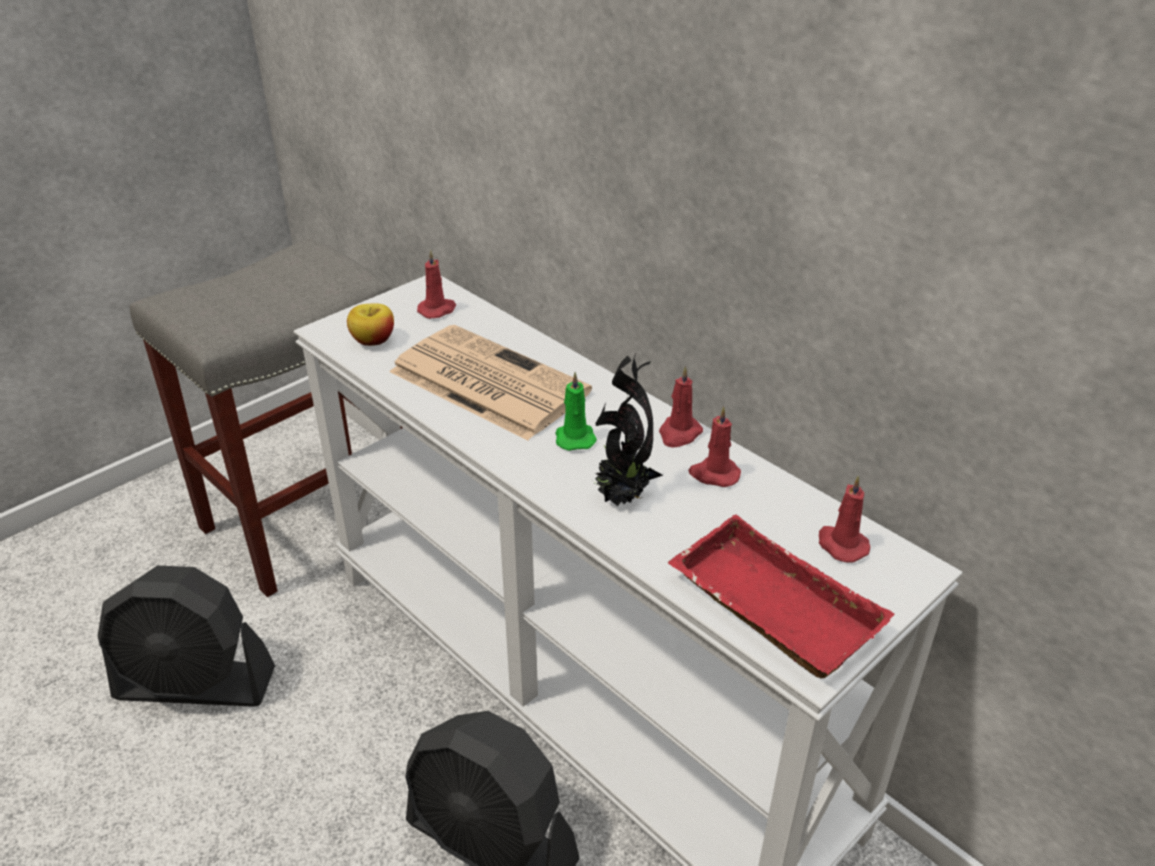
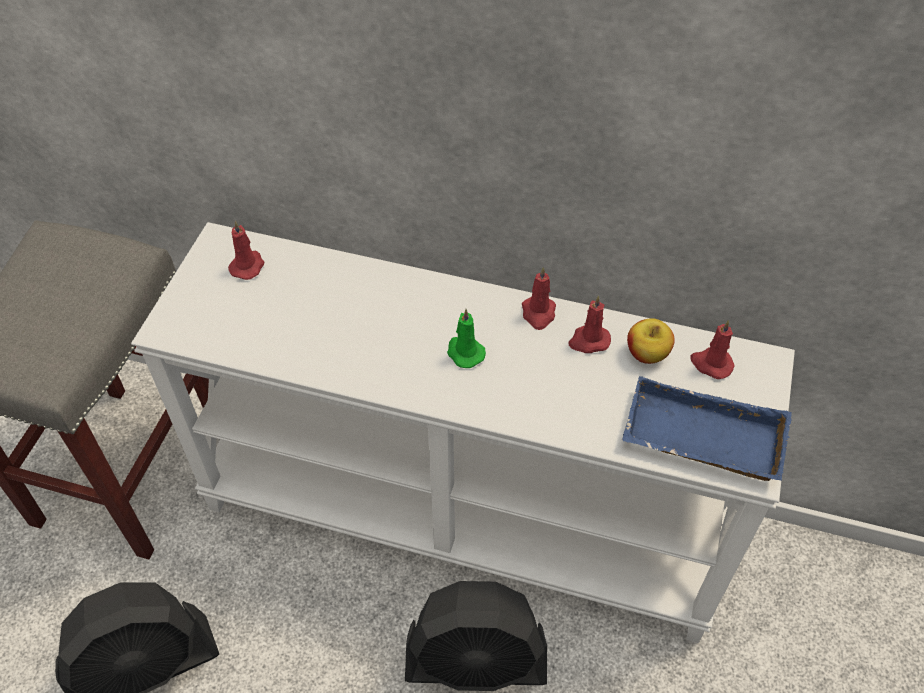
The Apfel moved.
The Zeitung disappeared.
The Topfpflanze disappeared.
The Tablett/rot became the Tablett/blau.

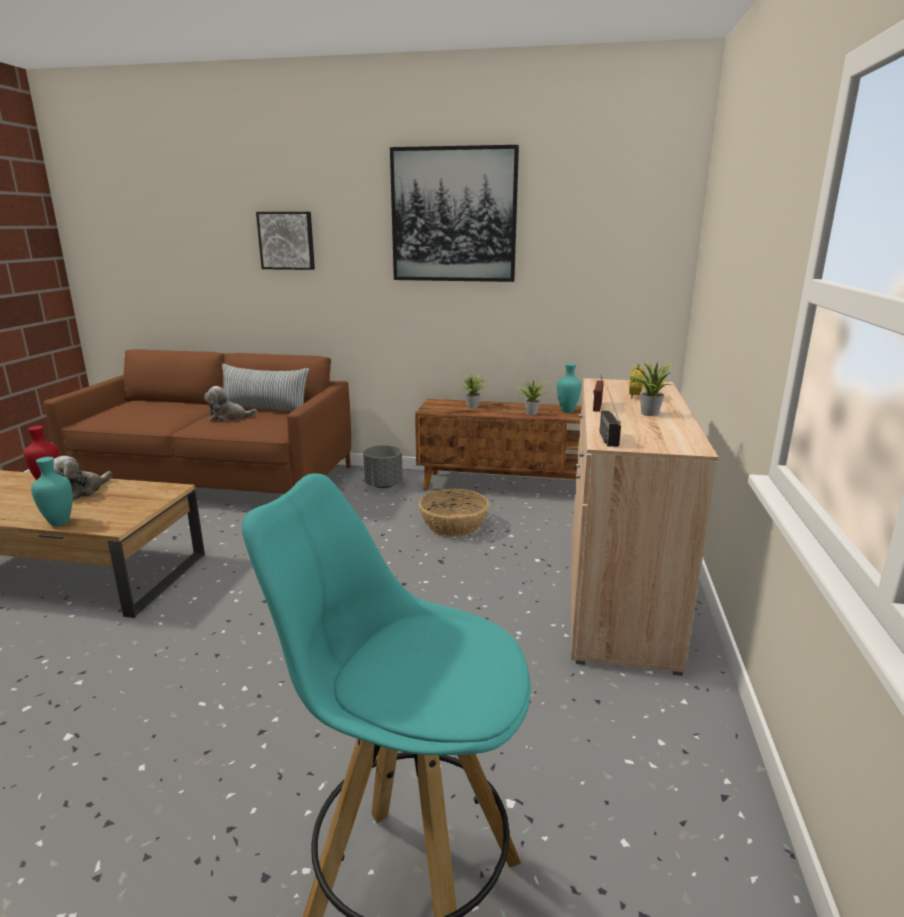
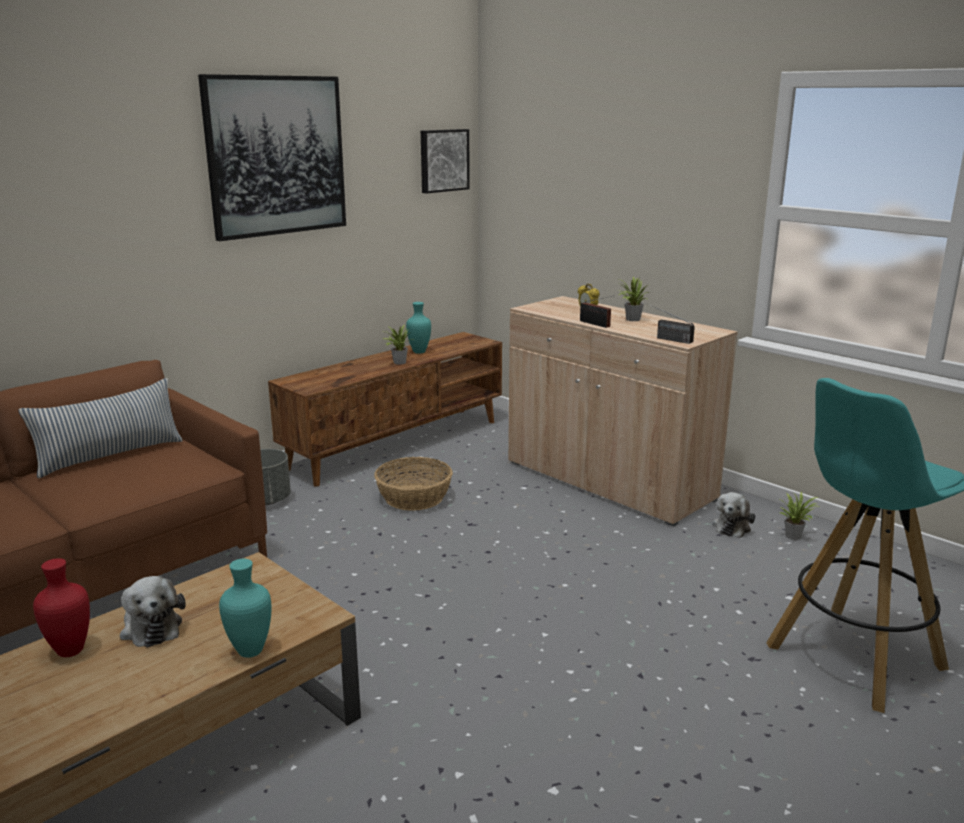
The Bild (1st from left in the first image) moved.
The Topfpflanze (1st from left in the first image) moved.
The Plüschtier (2nd from left) moved.

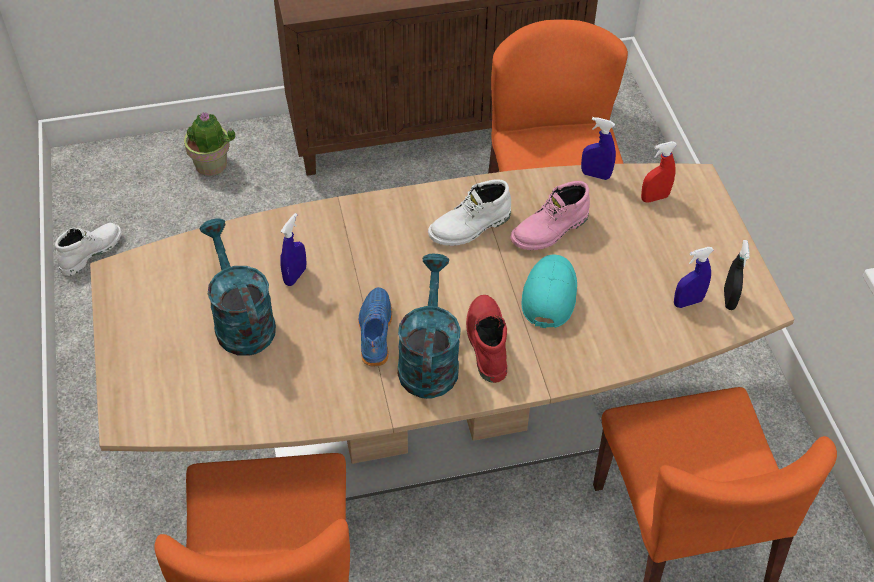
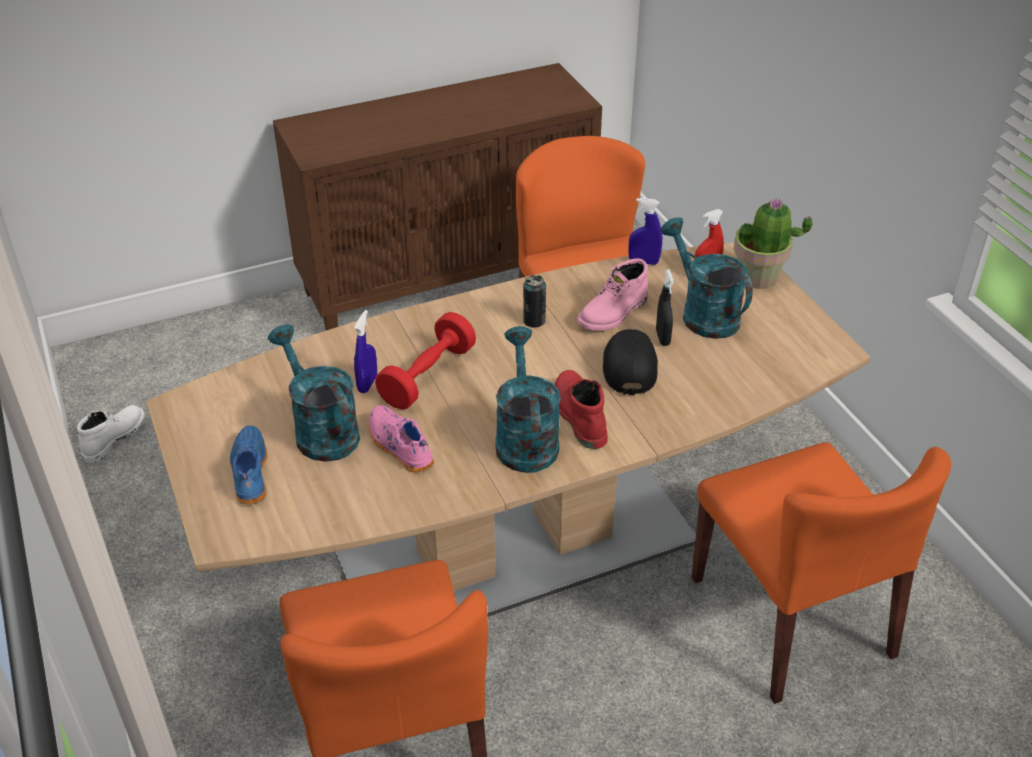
The Topfpflanze moved.
The Stiefel/weiß (2nd from left) was replaced by the Dose.
The Sprühflasche/schwarz moved.
The Sprühflasche/blau (3rd from left) disappeared.
The Kappe/türkis became the Kappe/schwarz.
The Schuh/blau moved.
The Gießkanne/türkis (3rd from left) appeared.
The Hantel/rot appeared.
The Schuh/rosa appeared.

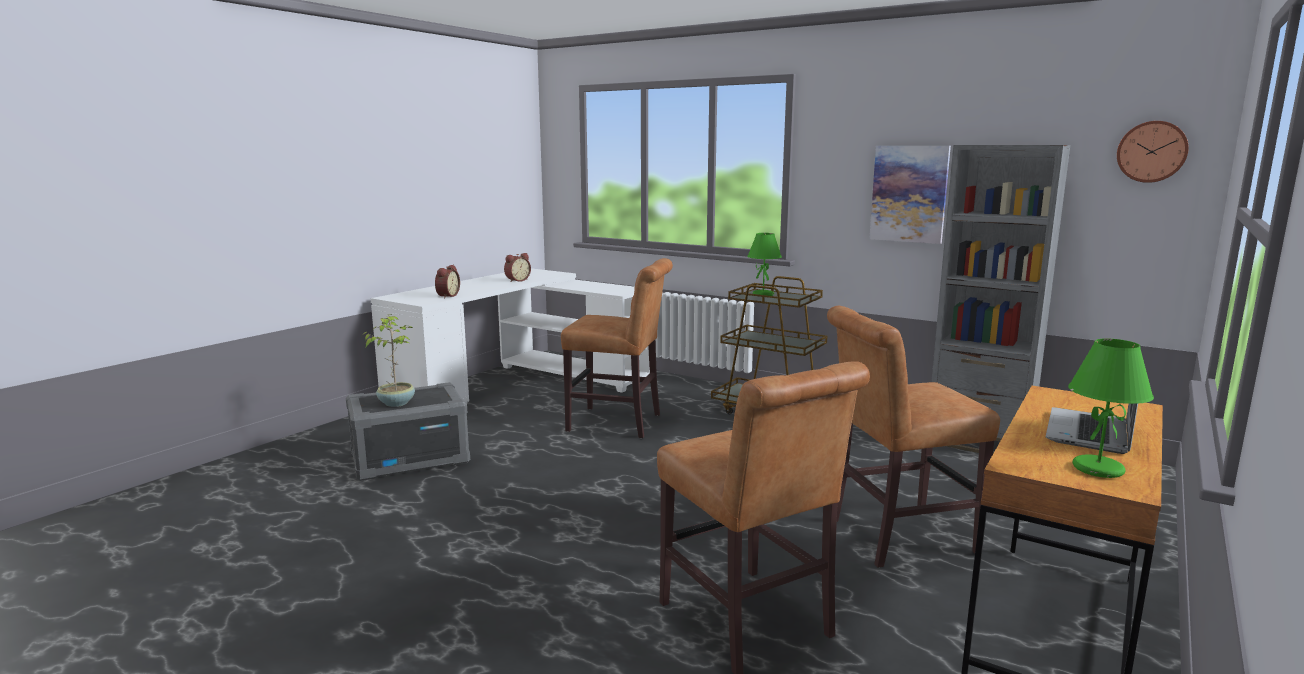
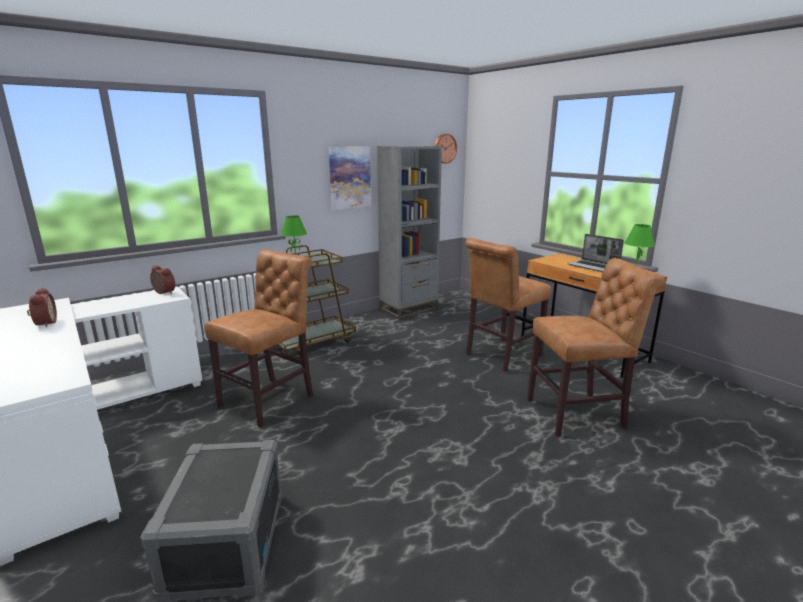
The Wecker (1st from left in the first image) moved.
The Stuhl/braun (3rd from left in the first image) turned 45 degrees clockwise.
The Topfpflanze disappeared.

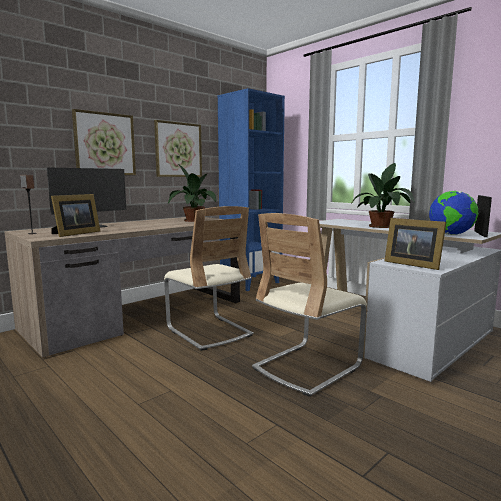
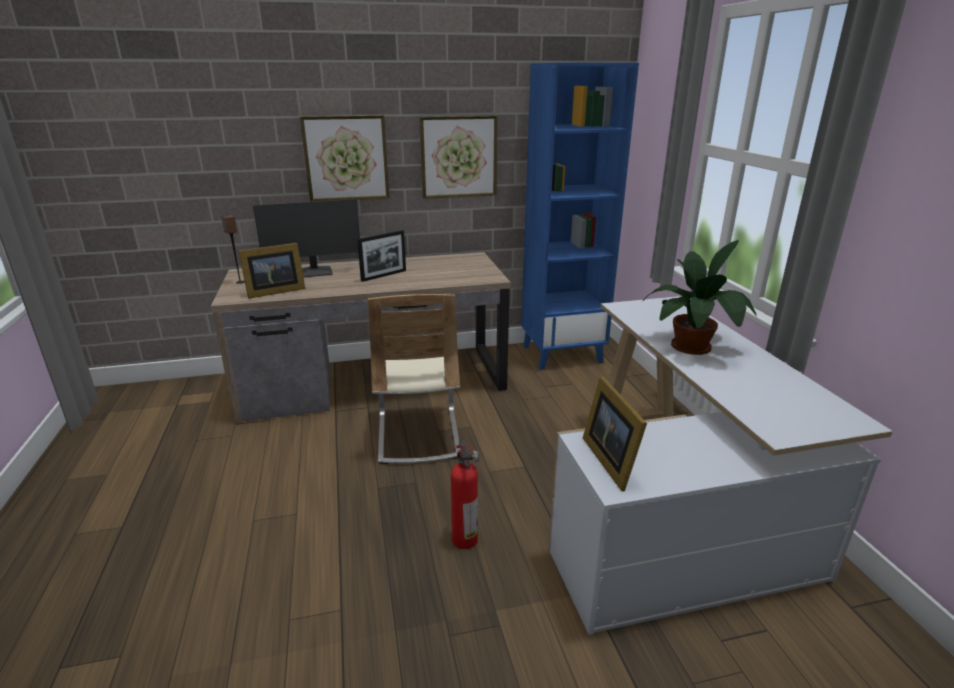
The Topfpflanze (1st from left) disappeared.
The Globus disappeared.
The Bilderrahmen (3rd from left in the first image) moved.
The Stuhl/beige (2nd from left) was replaced by the Feuerlöscher.

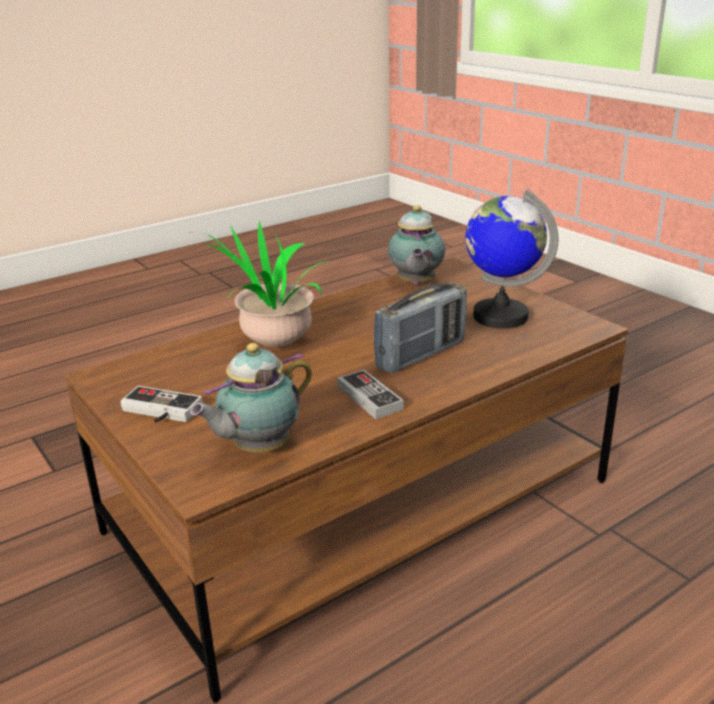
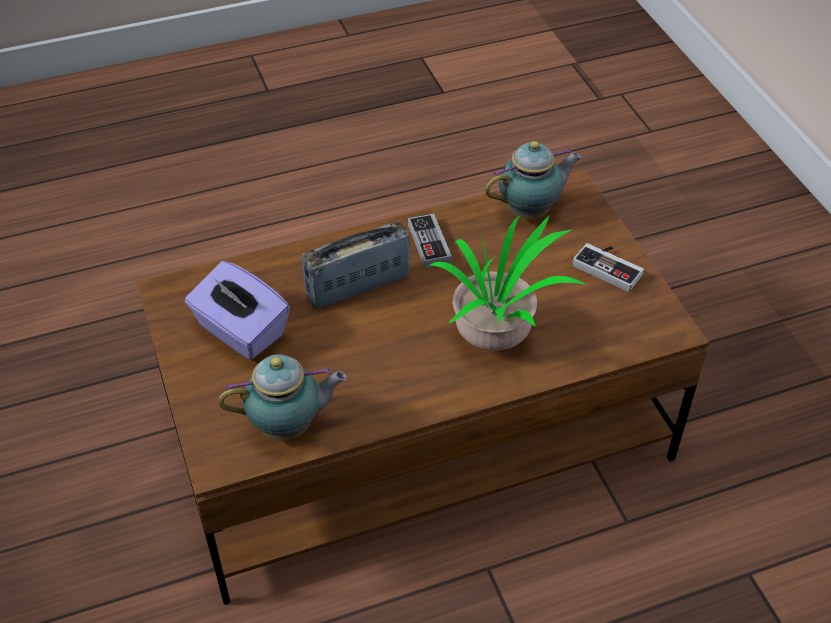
The Globus was replaced by the Taschentuchbox/lila.
The Teekanne (2nd from left in the first image) turned 60 degrees clockwise.

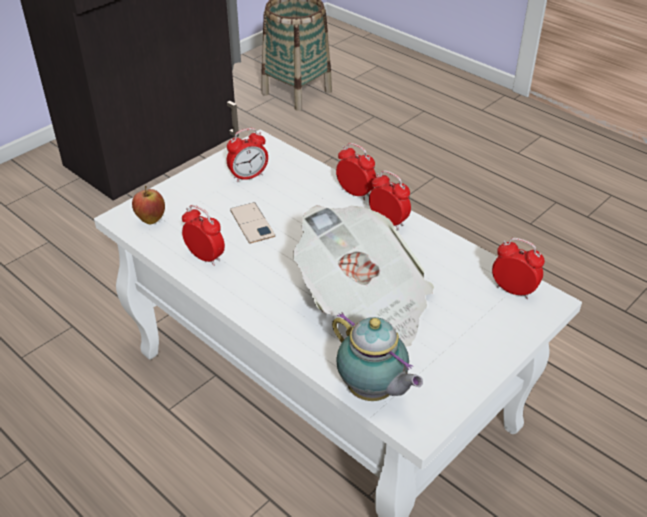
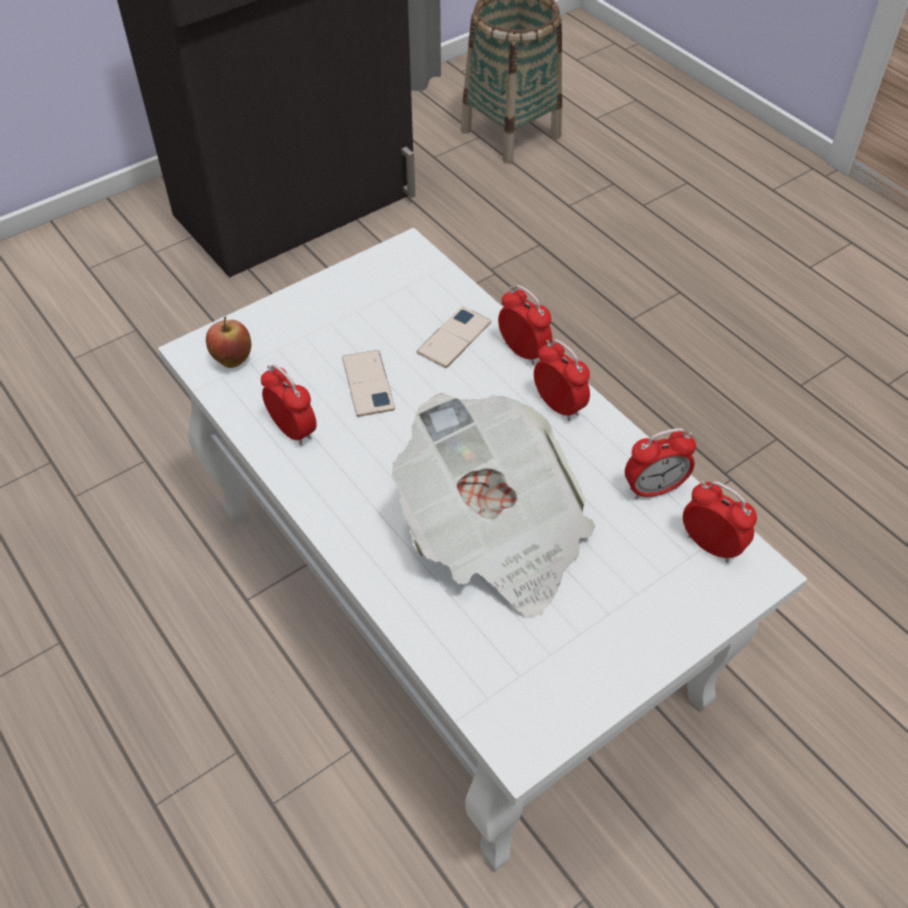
The Wecker (2nd from left in the first image) moved.
The Teekanne disappeared.
The Handy (2nd from left) appeared.

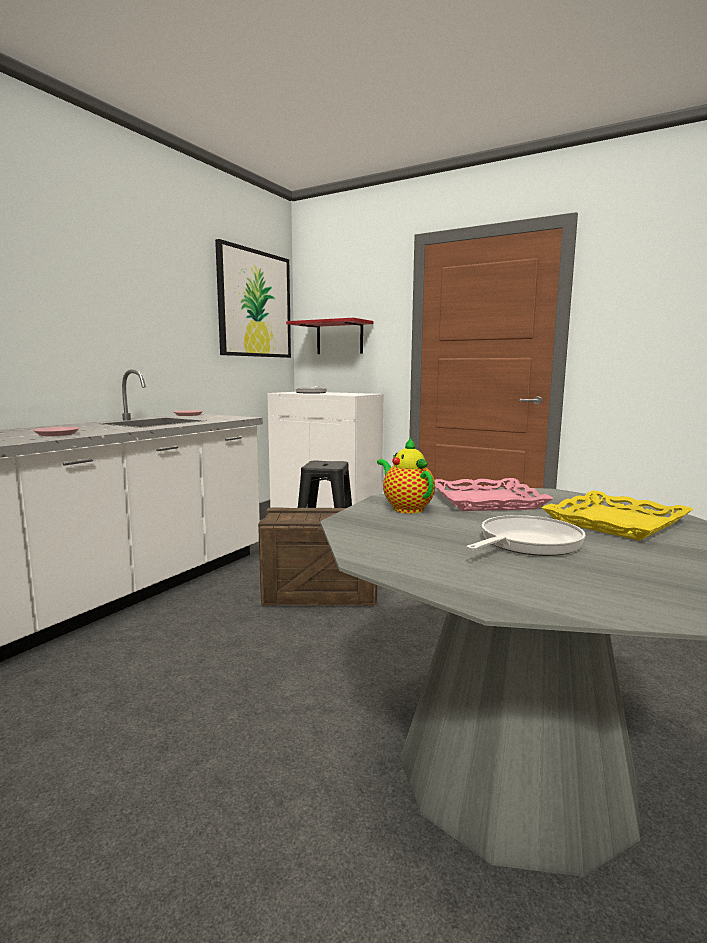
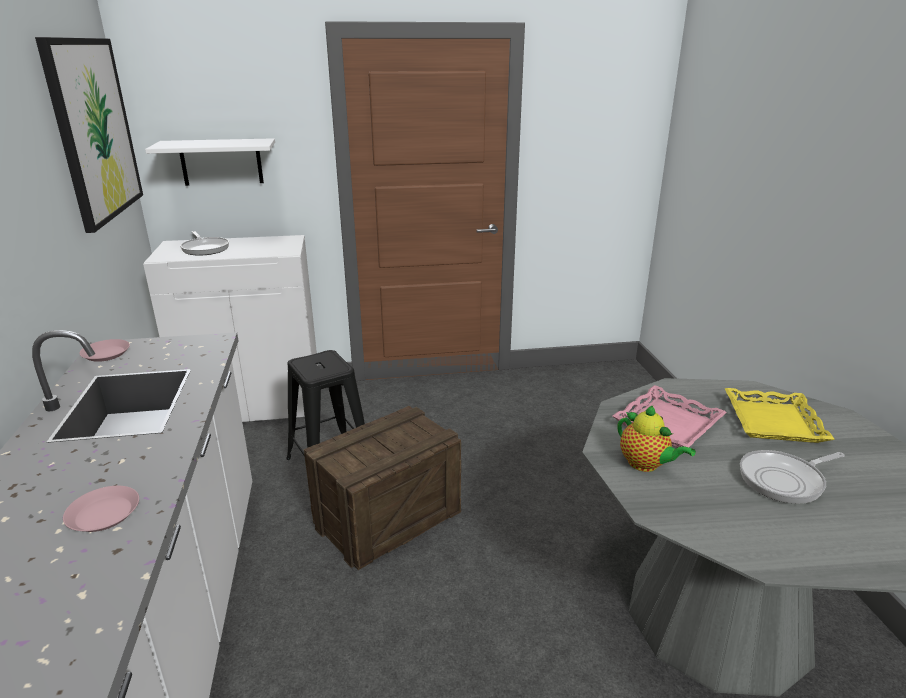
The Wandregal/rot became the Wandregal/weiß.
The Teekanne turned 150 degrees counterclockwise.
The Pfanne (2nd from left) turned 120 degrees counterclockwise.

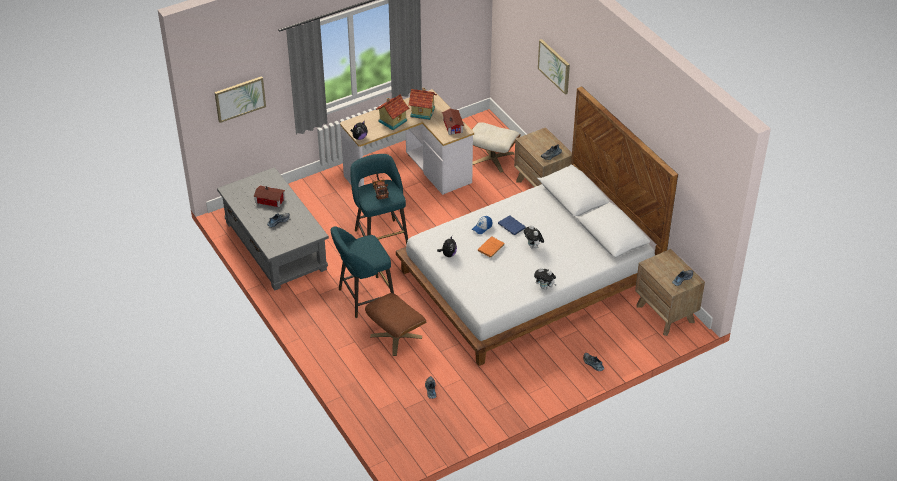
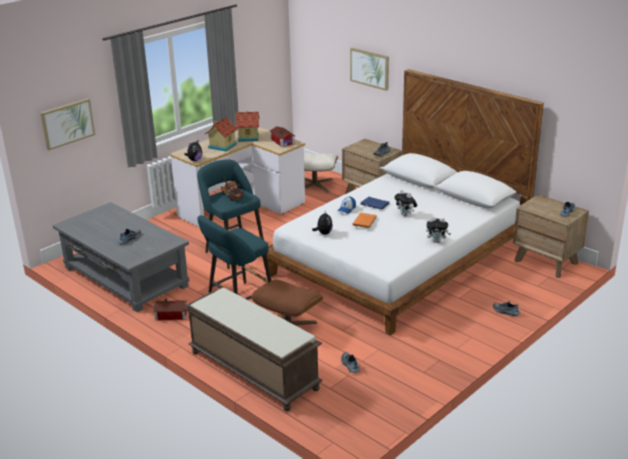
The Spielzeughaus (1st from left) moved.
The Bank/braun appeared.

